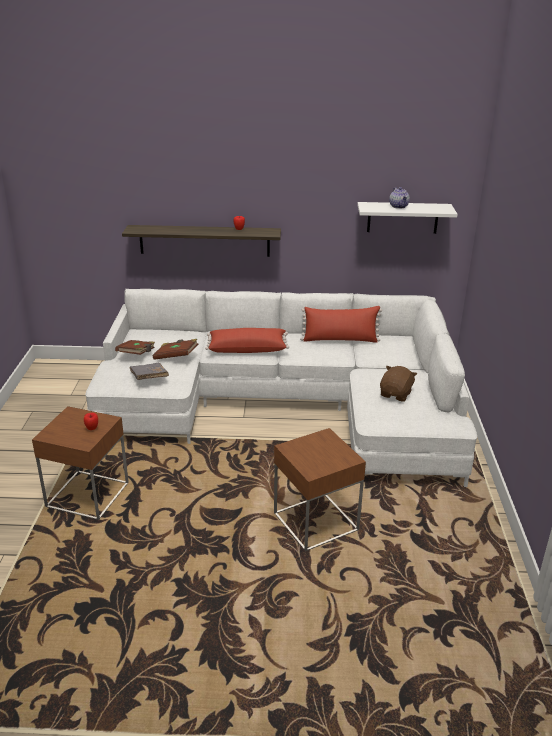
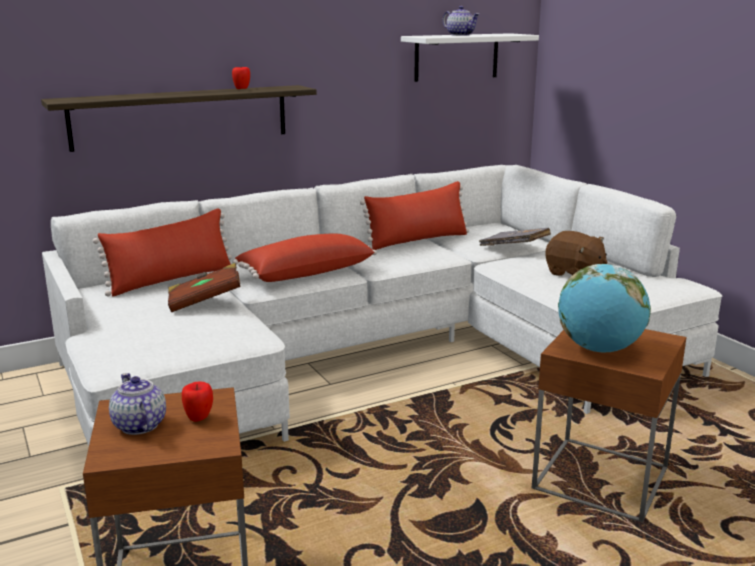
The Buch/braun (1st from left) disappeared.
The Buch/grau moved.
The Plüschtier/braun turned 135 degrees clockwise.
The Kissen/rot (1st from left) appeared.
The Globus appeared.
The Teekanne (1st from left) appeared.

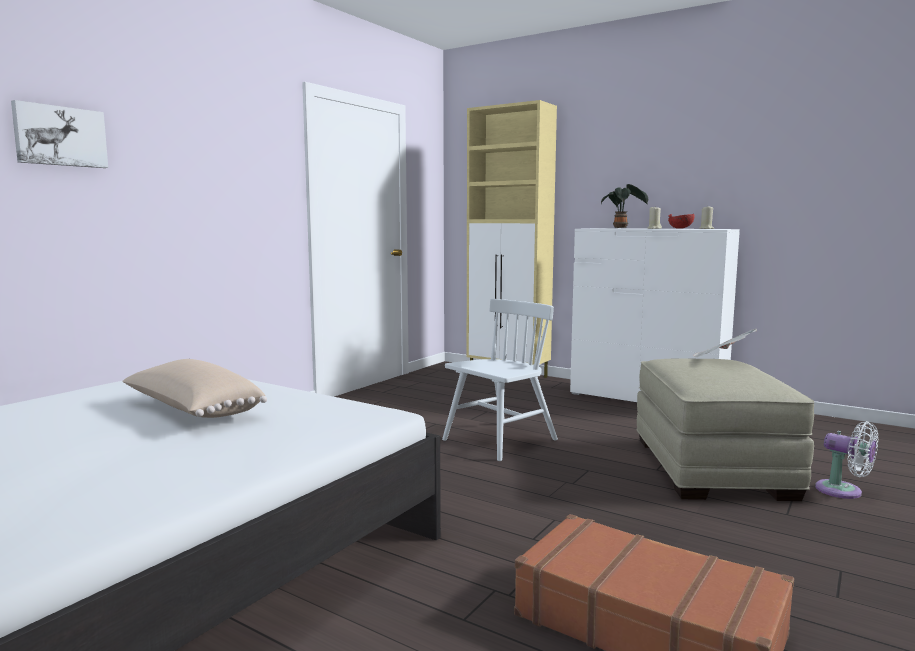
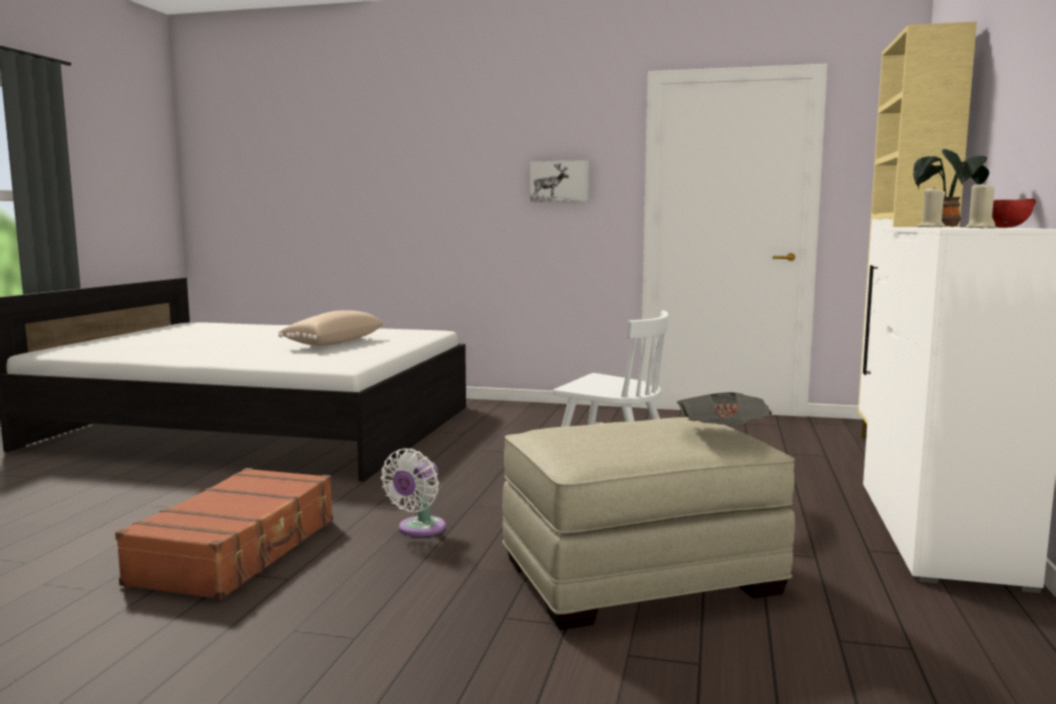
The Bild moved.
The Ventilator/weiß moved.

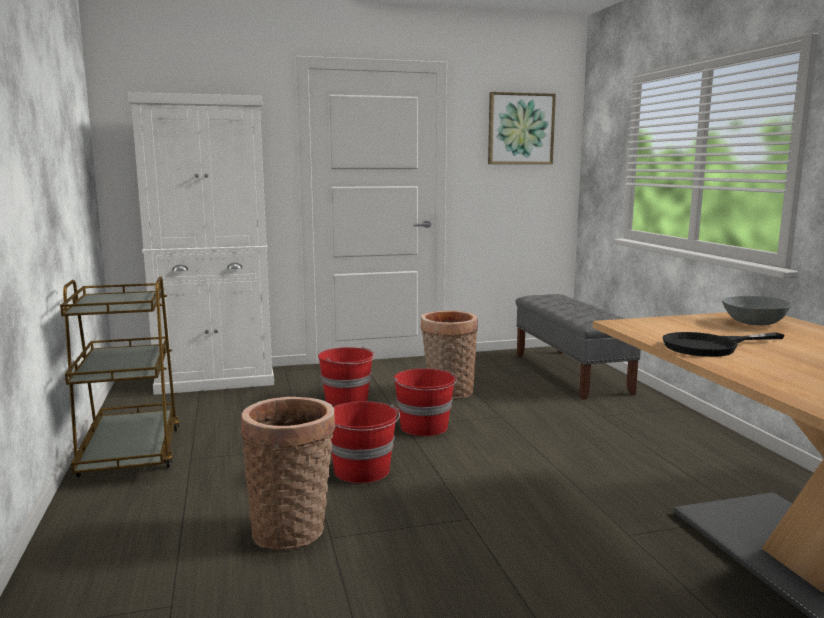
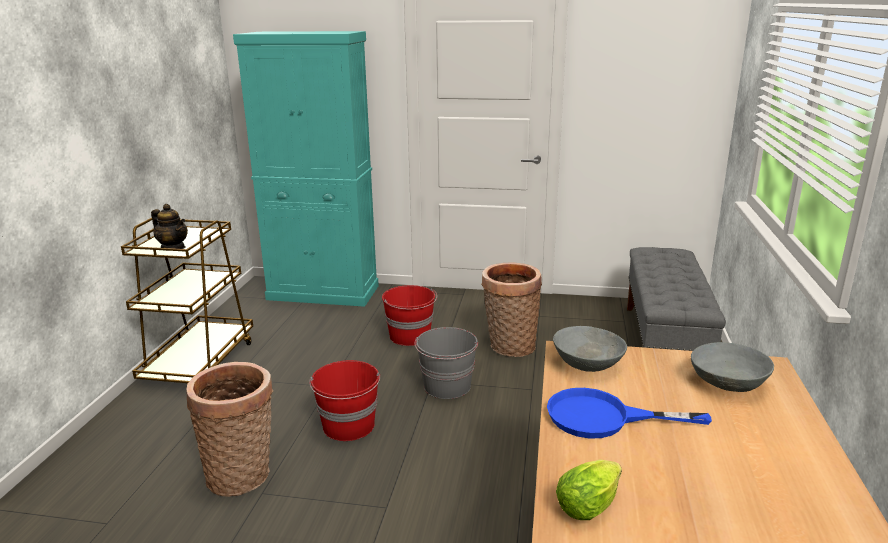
The Schrank/weiß became the Schrank/türkis.
The Bild disappeared.
The Pfanne/schwarz became the Pfanne/blau.
The Eimer/rot (3rd from left) became the Eimer/grau.
The Teekanne appeared.
The Schüssel/grau (1st from left) appeared.
The Salatkopf appeared.

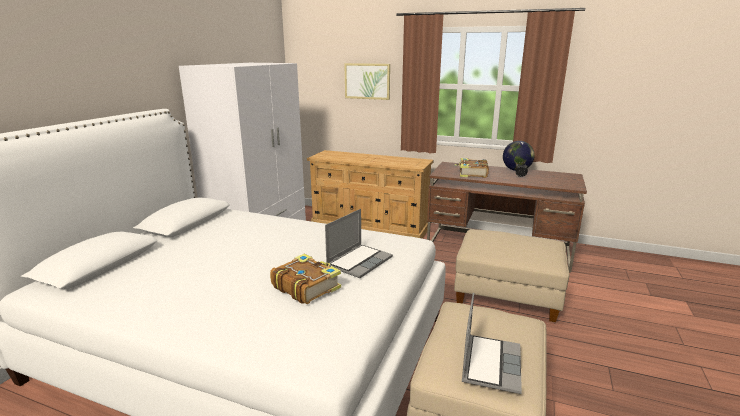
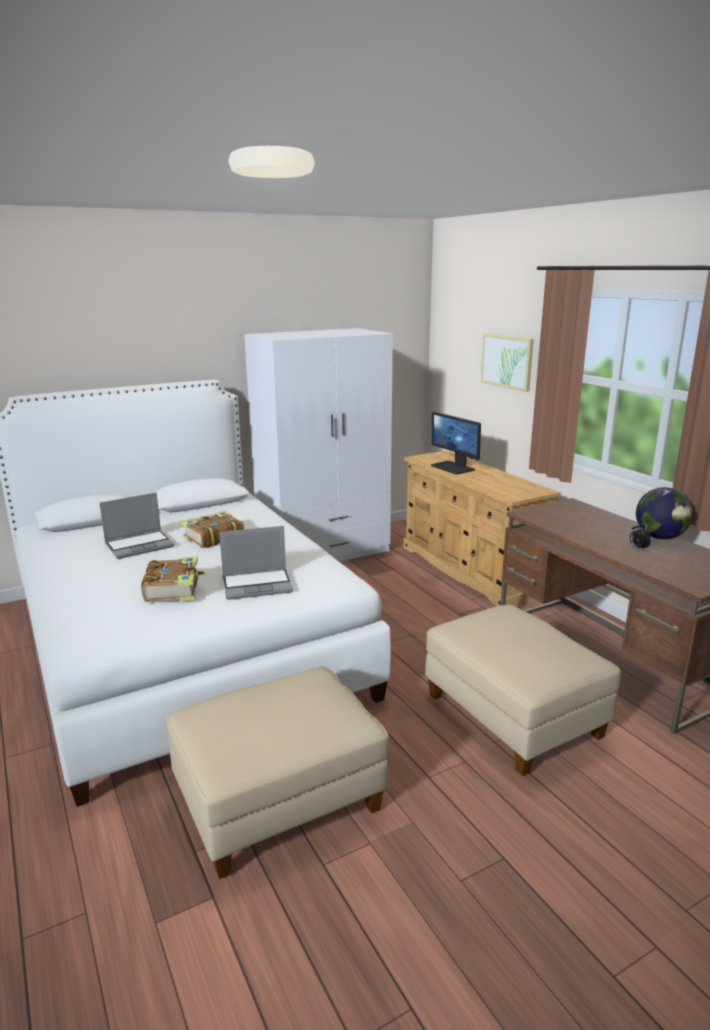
The Buch (2nd from left) moved.
The Laptop (2nd from left in the first image) moved.
The Monitor appeared.

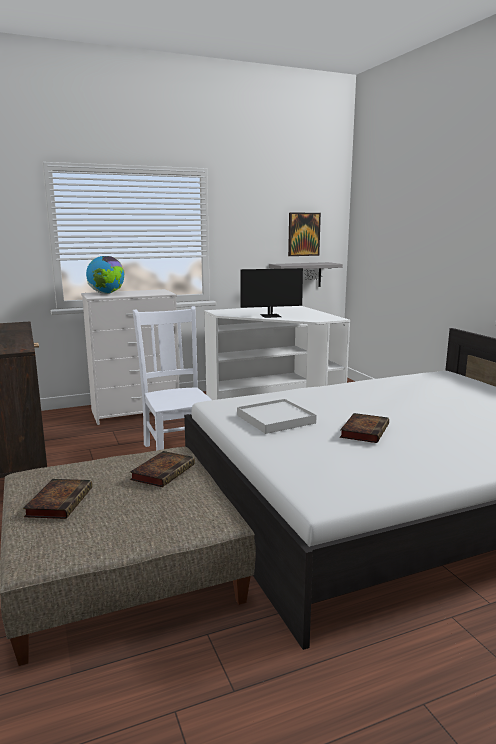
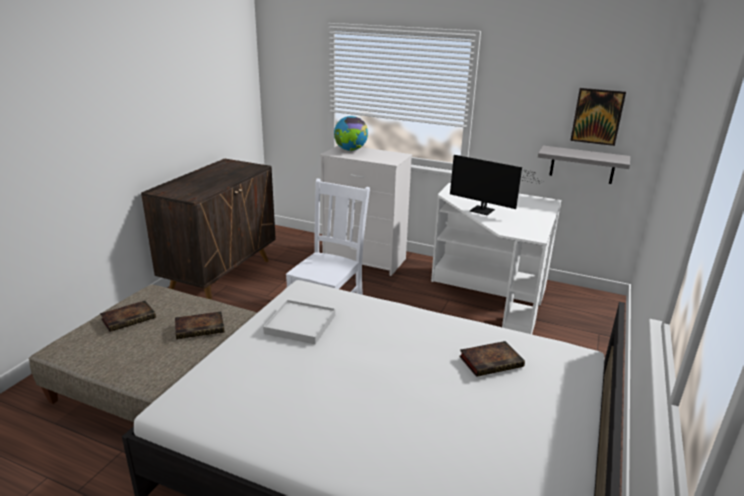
The Buch (3rd from left) moved.

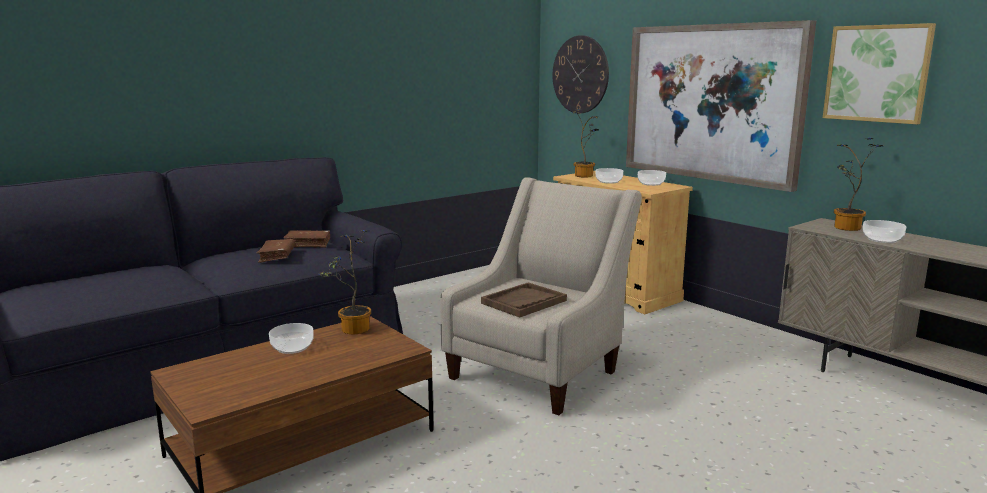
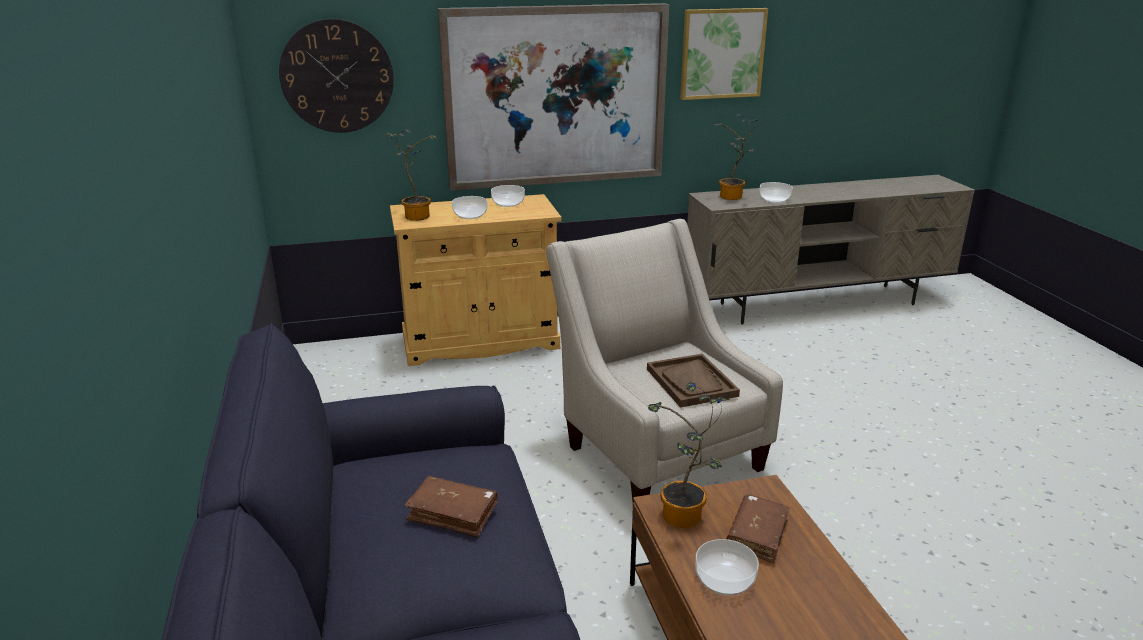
The Buch/braun (2nd from left) moved.

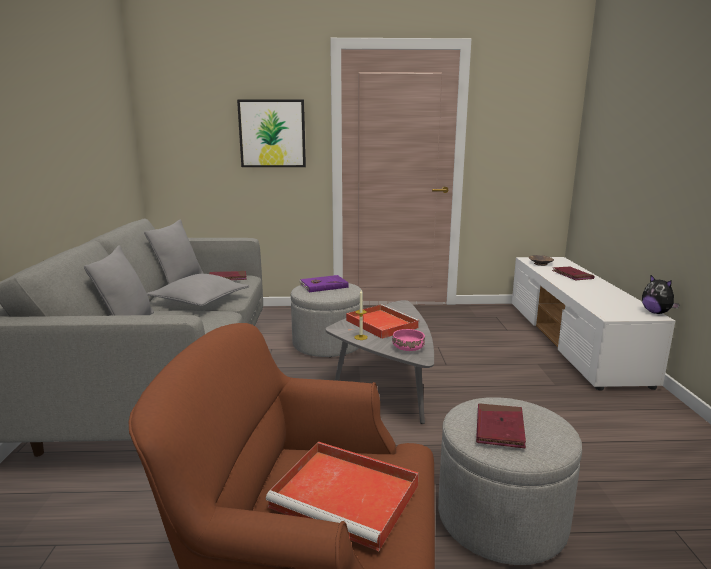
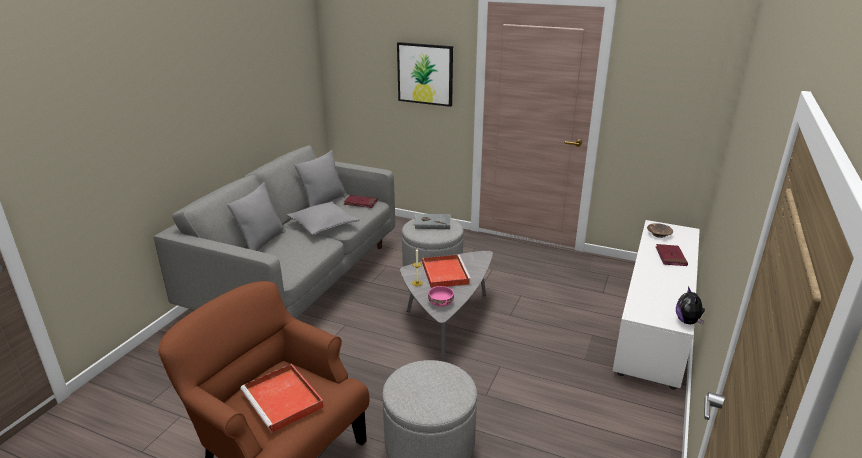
The Buch/lila became the Buch/grau.
The Buch/rot (2nd from left) disappeared.

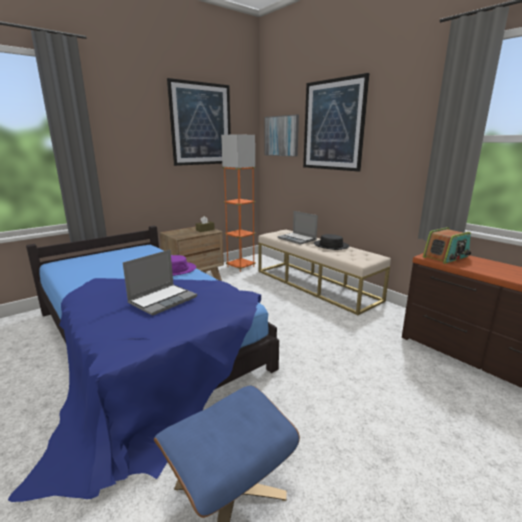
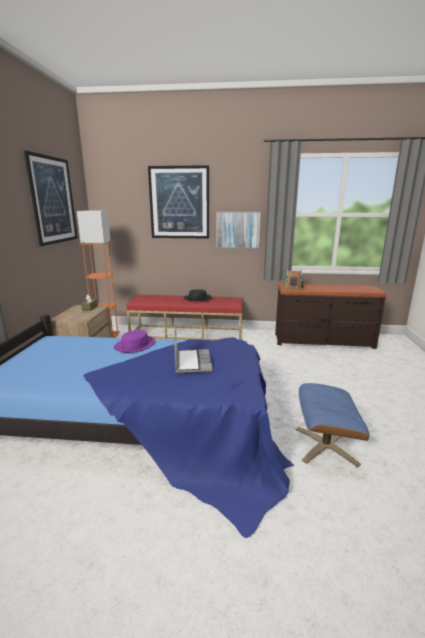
The Bild (2nd from left in the first image) moved.
The Laptop (2nd from left) disappeared.
The Bank/beige became the Bank/rot.

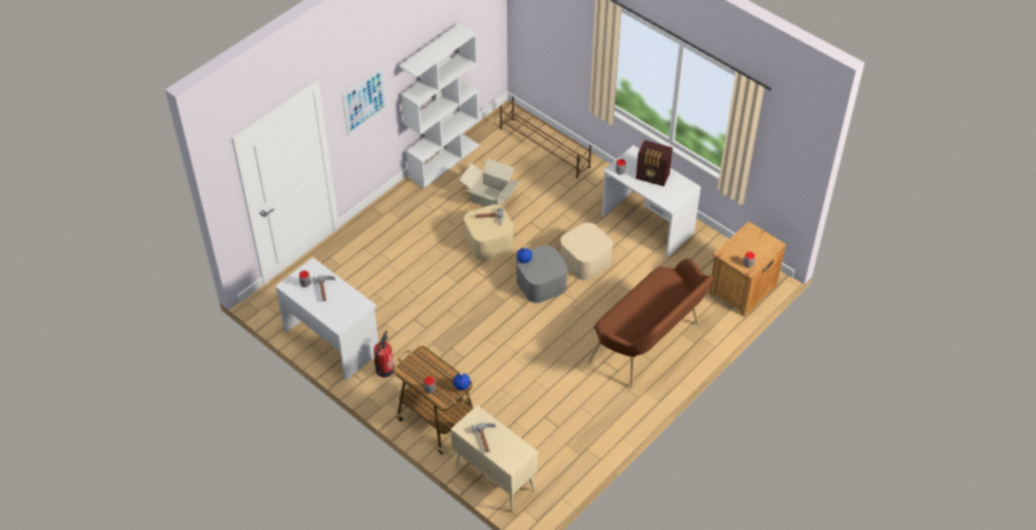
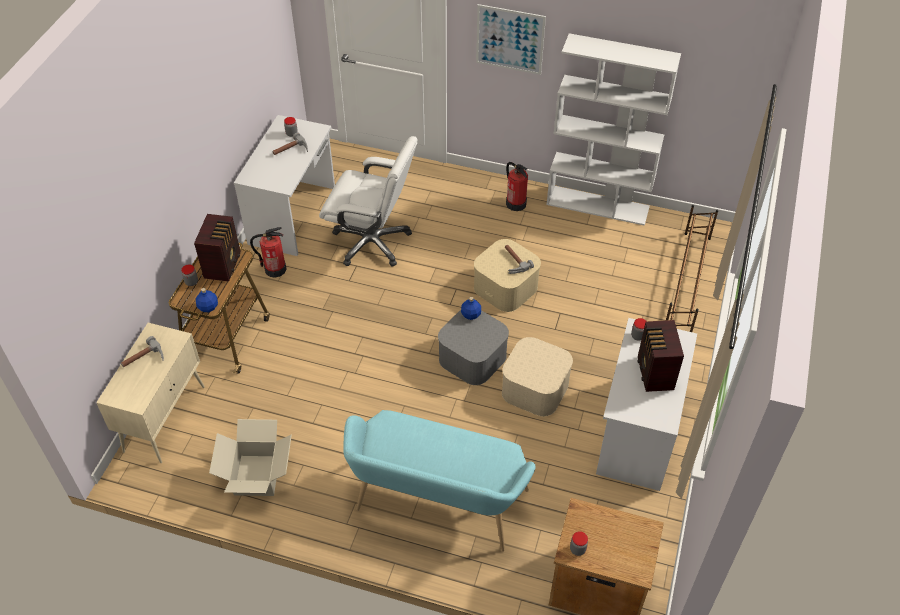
The Karton moved.
The Bank/braun became the Bank/türkis.
The Bürostuhl/weiß appeared.
The Feuerlöscher (2nd from left) appeared.
The Radio (1st from left) appeared.

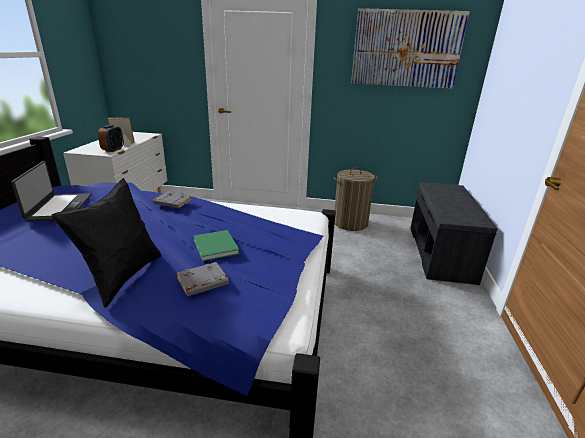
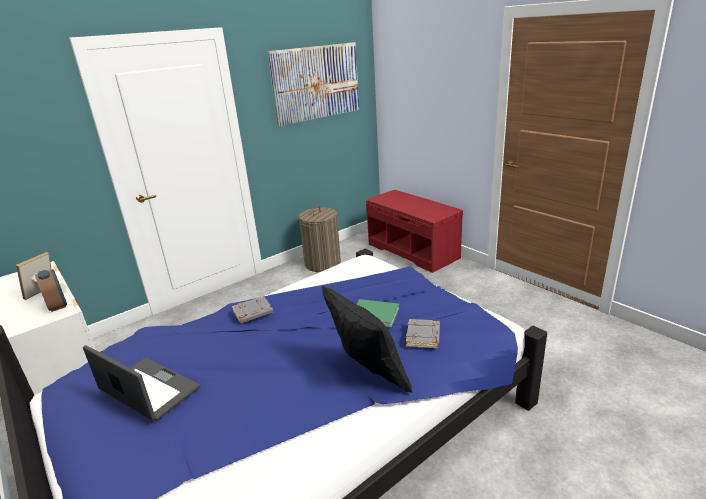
The Bank/grau became the Bank/rot.

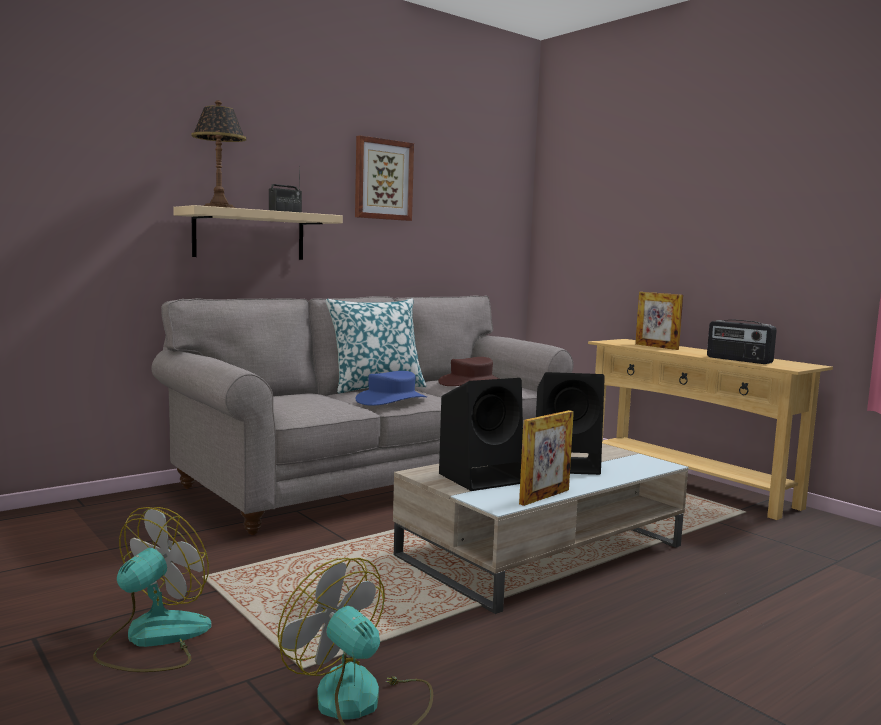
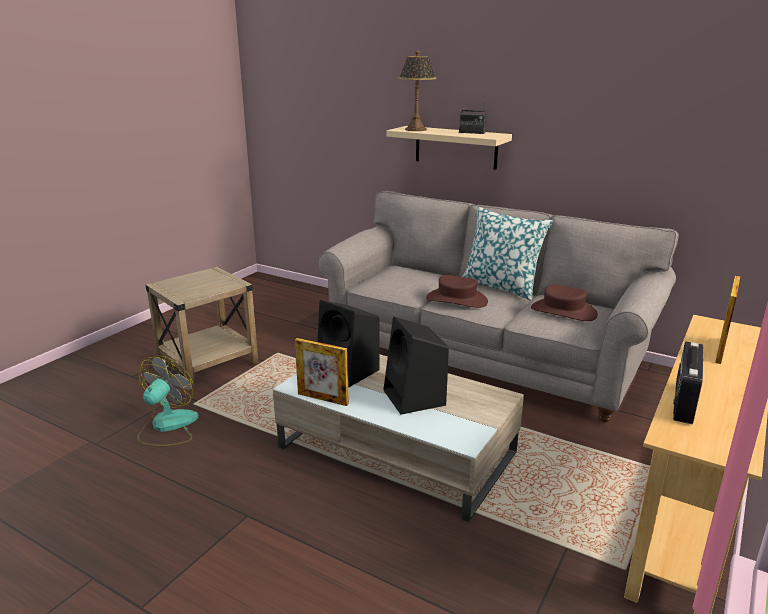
The Bild disappeared.
The Hut/blau became the Hut/braun (1st from left).
The Ventilator (1st from left) was replaced by the Beistelltisch/beige.

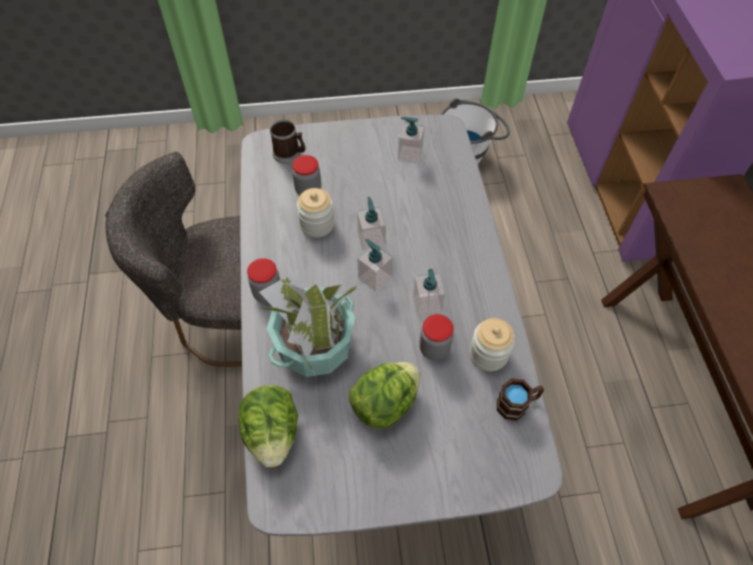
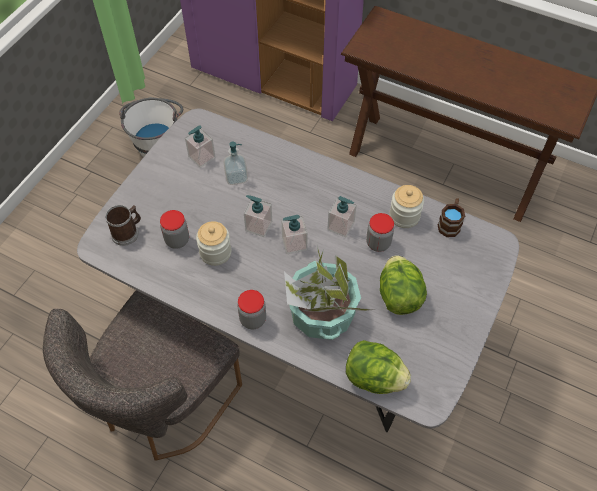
The Seifenspender (2nd from left) appeared.

